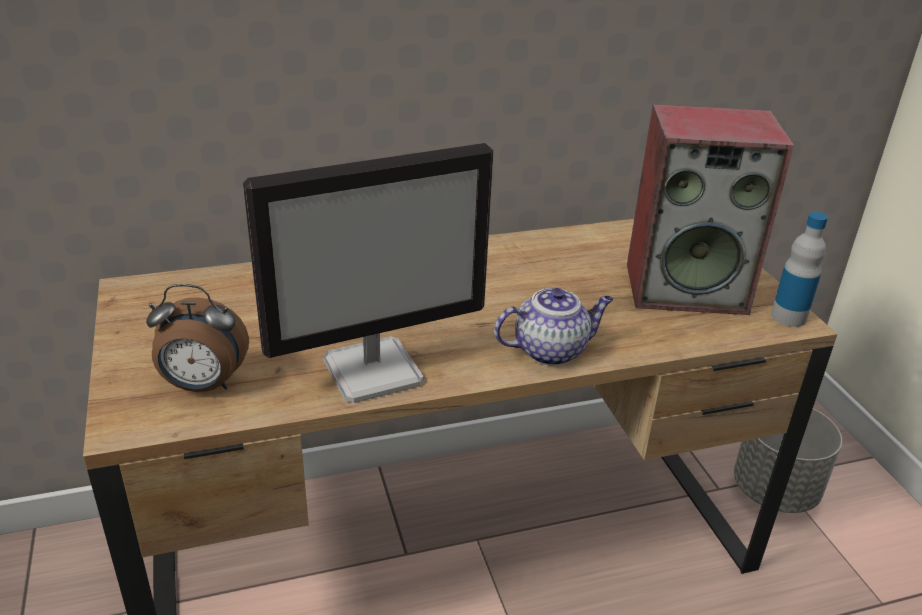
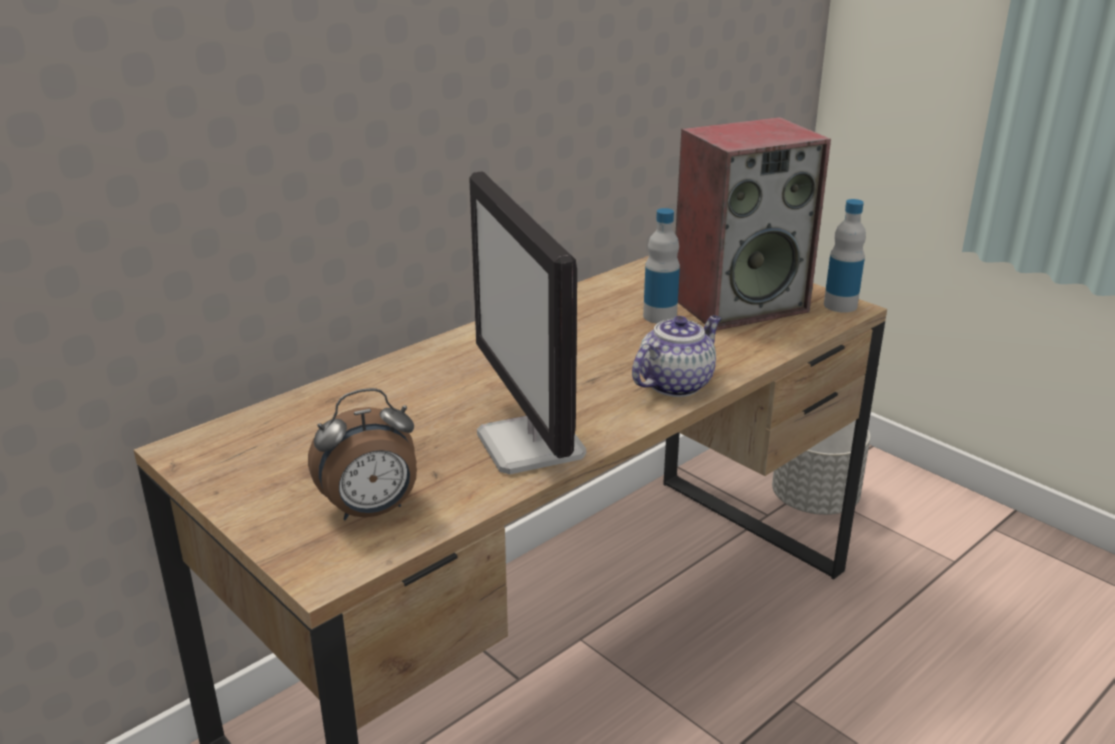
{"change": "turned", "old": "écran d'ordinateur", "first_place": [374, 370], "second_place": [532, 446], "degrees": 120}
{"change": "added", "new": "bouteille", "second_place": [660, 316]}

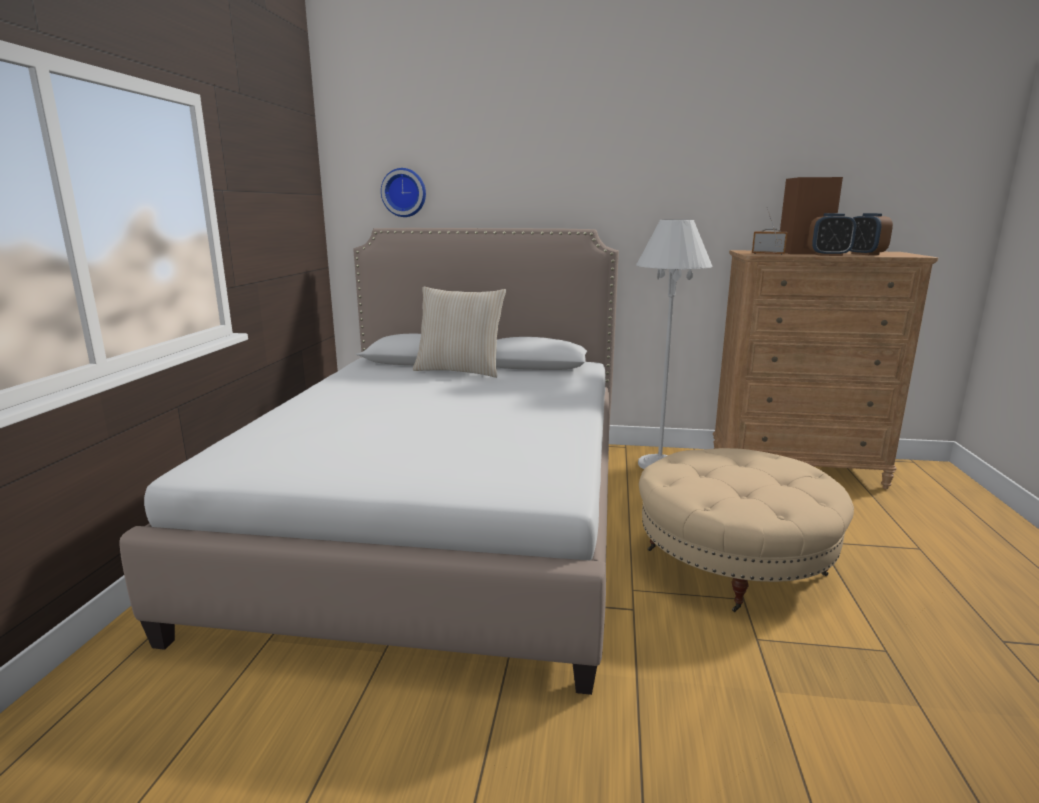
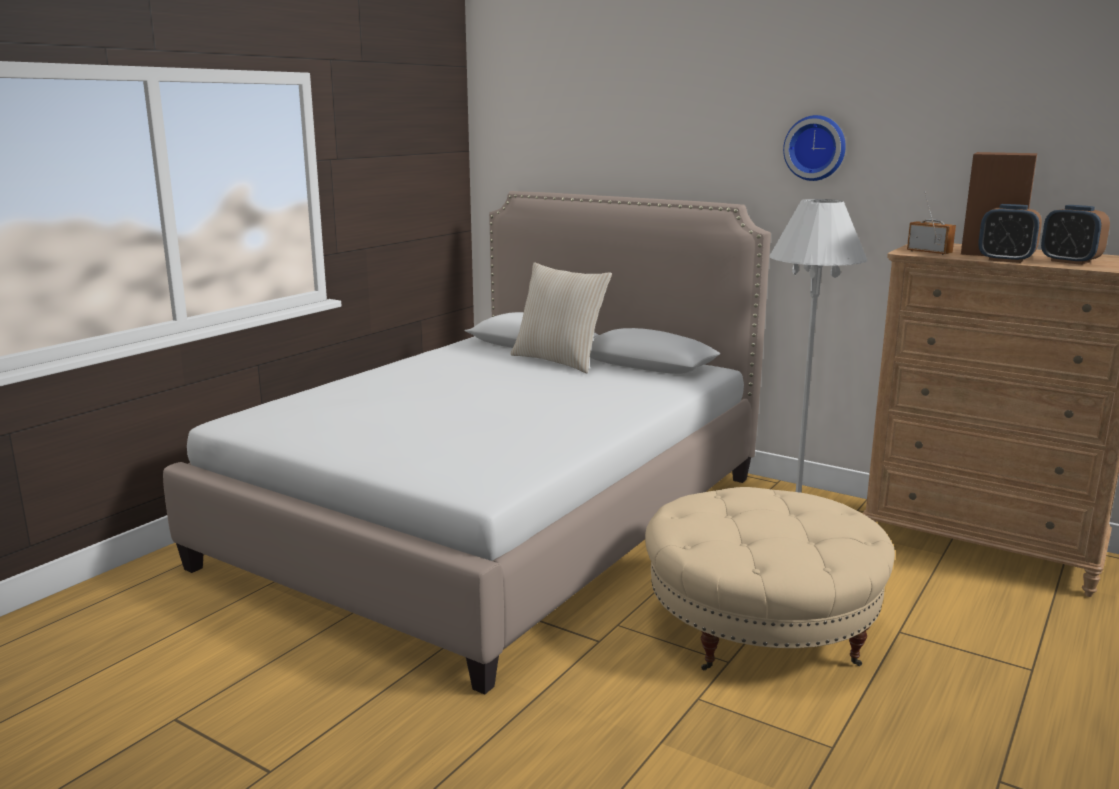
{"change": "moved", "old": "horloge murale", "first_place": [404, 192], "second_place": [816, 148]}
{"change": "turned", "old": "réveil", "first_place": [864, 254], "second_place": [1070, 261], "degrees": -45}

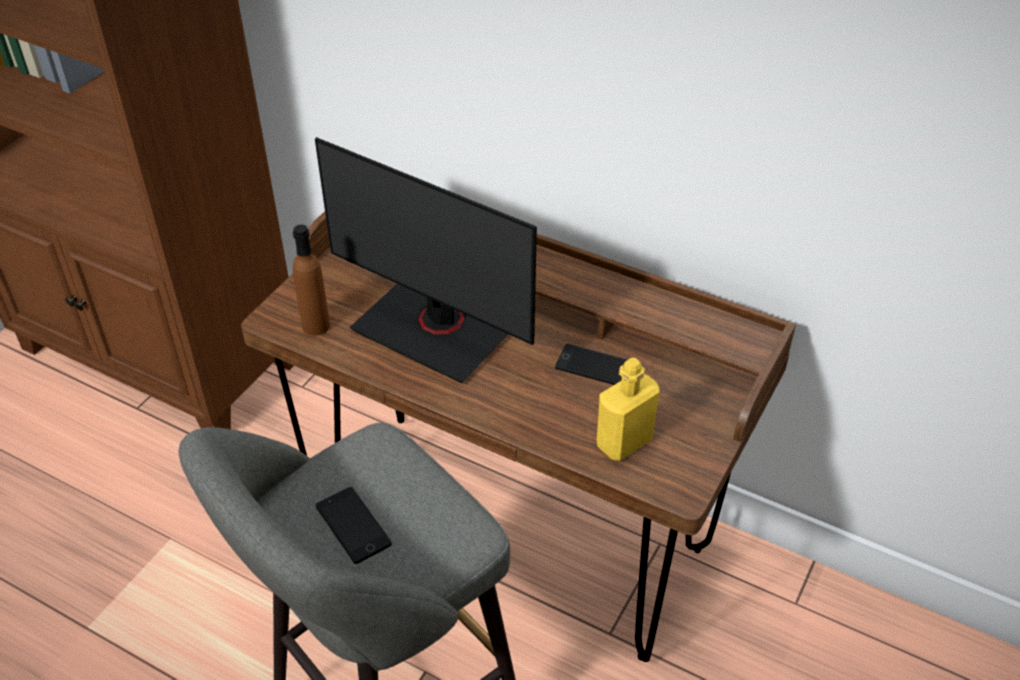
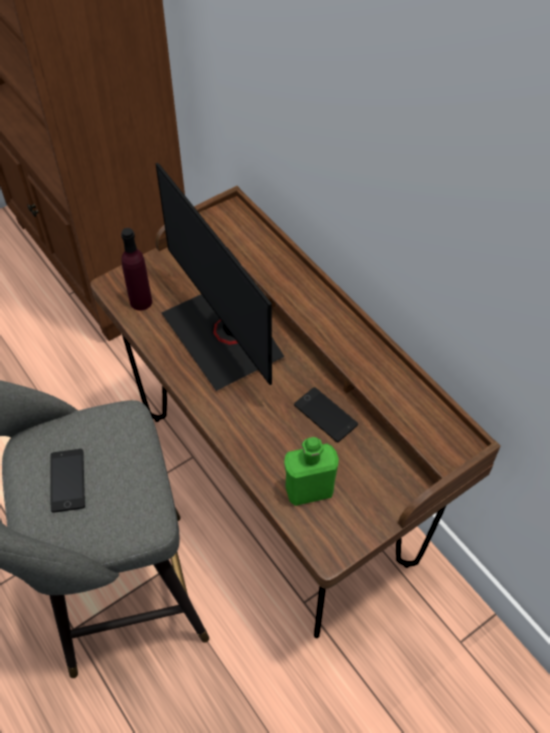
{"change": "recoloured", "old": "bouteille (marron)", "new": "bouteille (violet)", "first_place": [316, 325], "second_place": [141, 302]}
{"change": "recoloured", "old": "bouteille (jaune)", "new": "bouteille (vert)", "first_place": [624, 442], "second_place": [309, 490]}

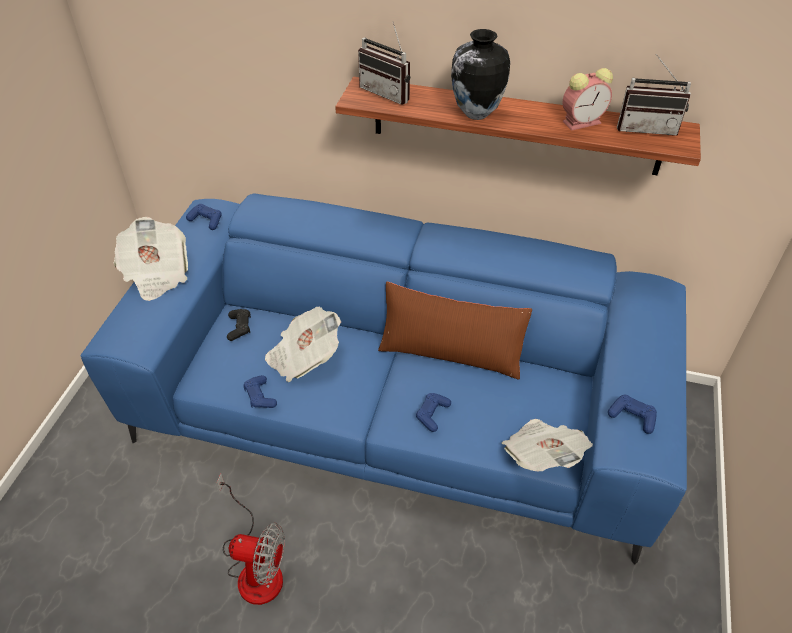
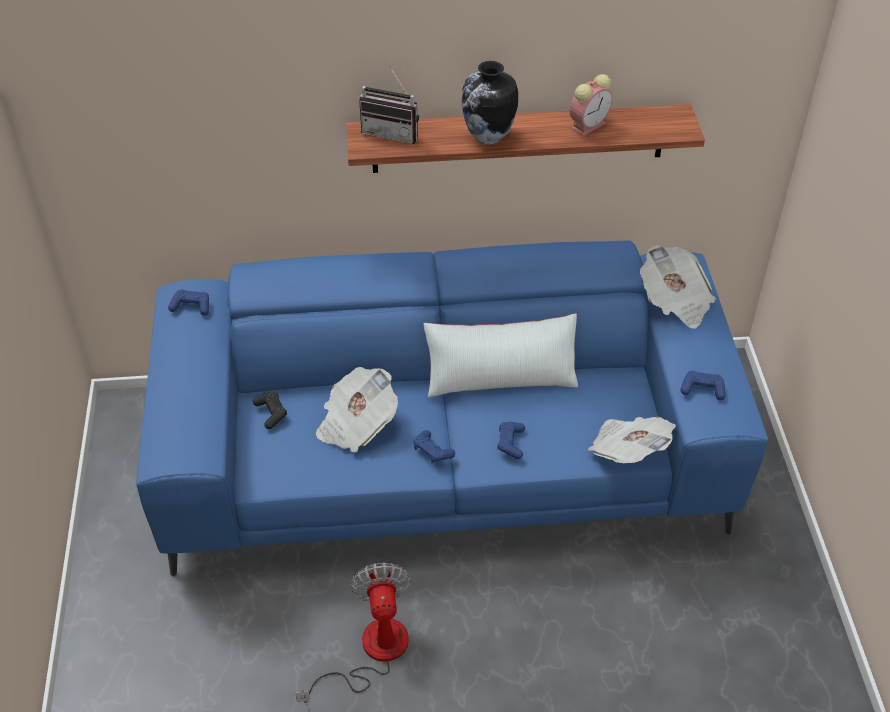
{"change": "removed", "old": "radio", "first_place": [647, 127]}
{"change": "moved", "old": "journal", "first_place": [156, 273], "second_place": [675, 301]}
{"change": "recoloured", "old": "coussin (marron)", "new": "coussin (blanc)", "first_place": [451, 352], "second_place": [500, 379]}
{"change": "moved", "old": "manette (bleu)", "first_place": [260, 396], "second_place": [432, 451]}
{"change": "turned", "old": "ventilateur", "first_place": [255, 567], "second_place": [371, 652], "degrees": -90}

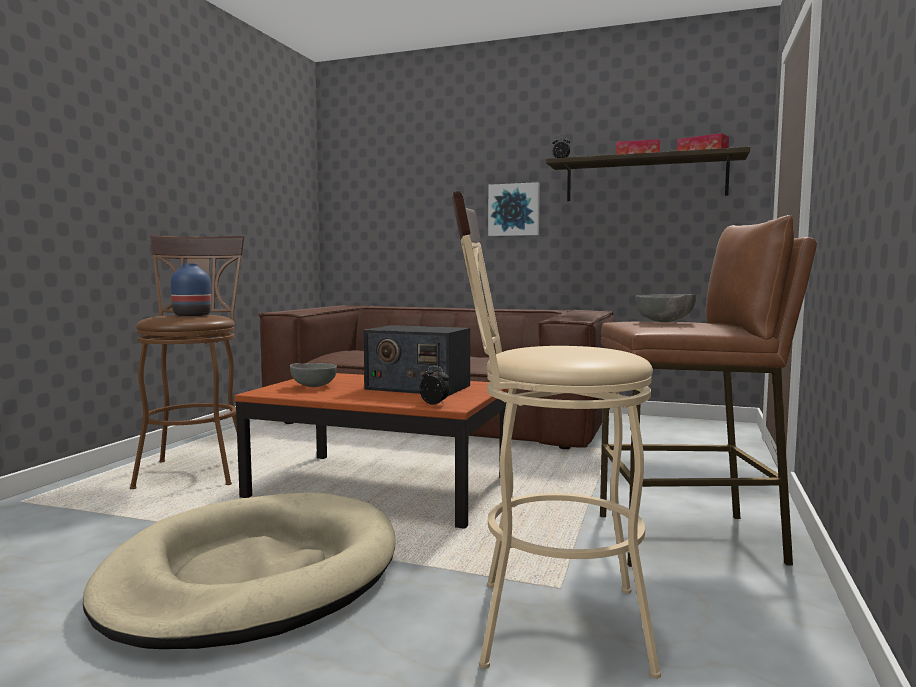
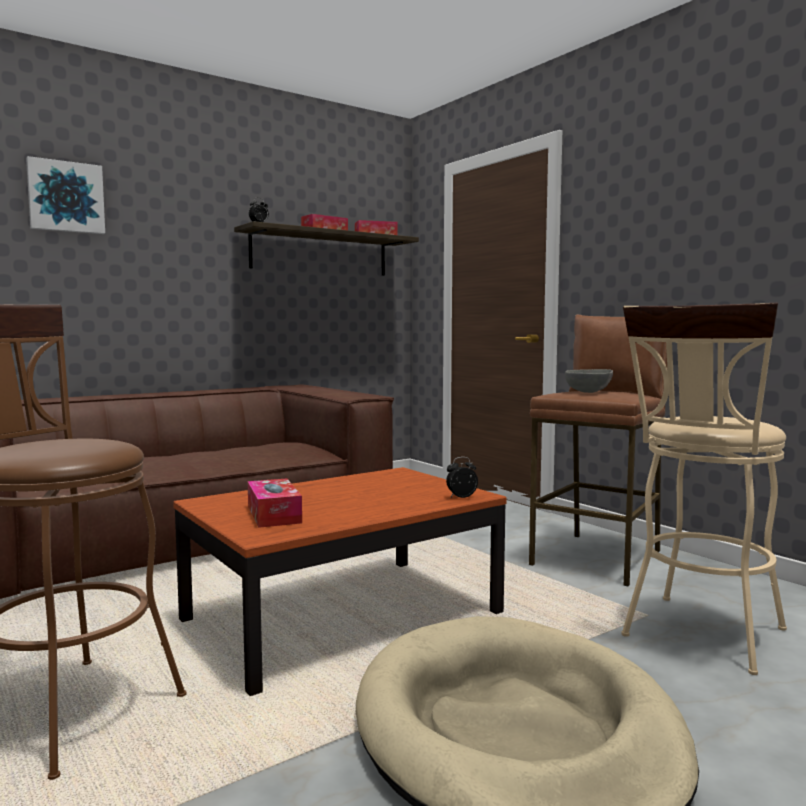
{"change": "moved", "old": "tableau", "first_place": [514, 210], "second_place": [66, 197]}
{"change": "removed", "old": "vase (bleu)", "first_place": [192, 315]}
{"change": "removed", "old": "radio", "first_place": [417, 387]}
{"change": "replaced", "old": "bol (gris)", "new": "boîte à mouchoirs", "first_place": [313, 386], "second_place": [274, 514]}

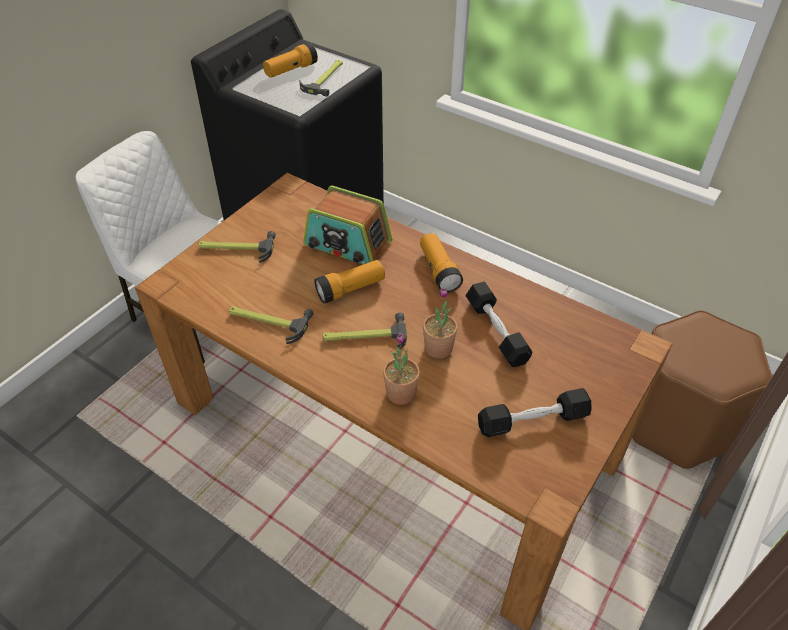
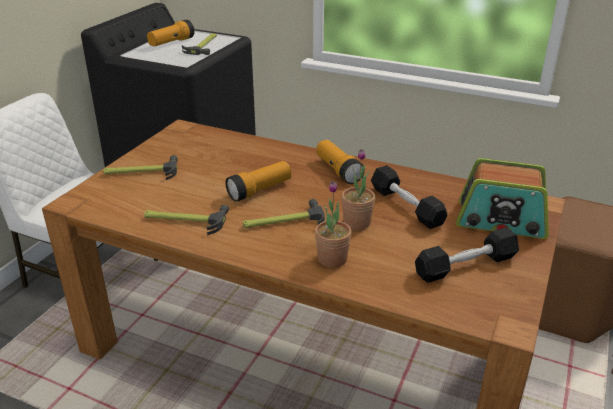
{"change": "moved", "old": "radio", "first_place": [347, 244], "second_place": [501, 220]}

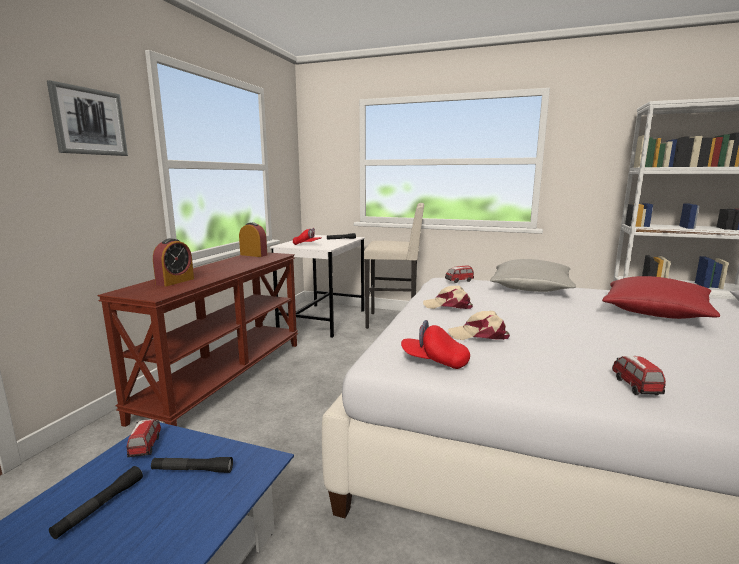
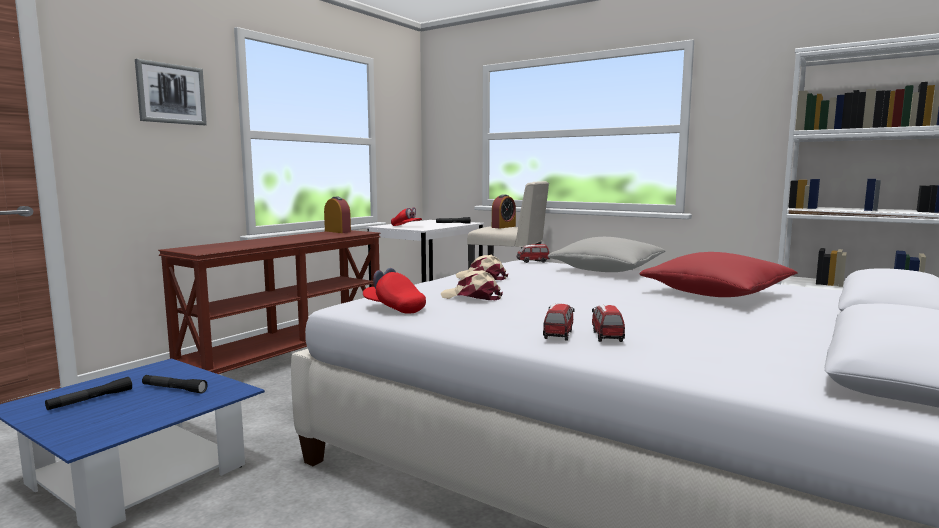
{"change": "moved", "old": "réveil", "first_place": [175, 281], "second_place": [503, 227]}
{"change": "moved", "old": "petite voiture", "first_place": [145, 446], "second_place": [606, 336]}

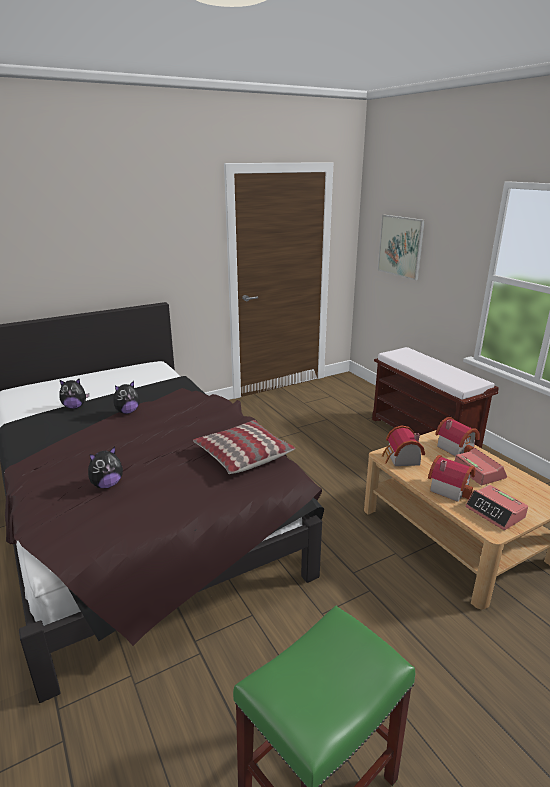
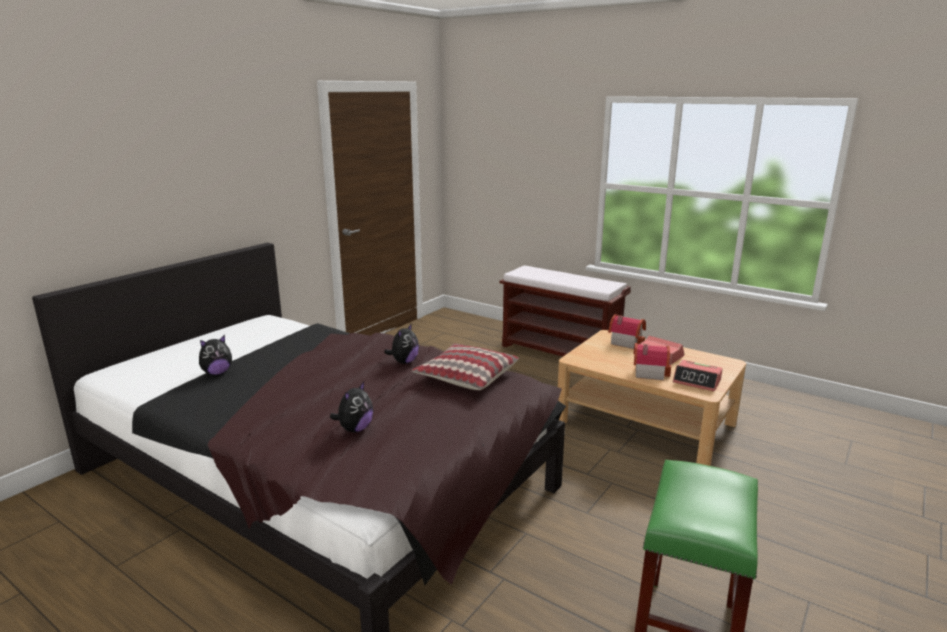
{"change": "removed", "old": "tableau", "first_place": [400, 246]}
{"change": "moved", "old": "peluche", "first_place": [127, 412], "second_place": [404, 362]}
{"change": "removed", "old": "maison miniature", "first_place": [401, 459]}

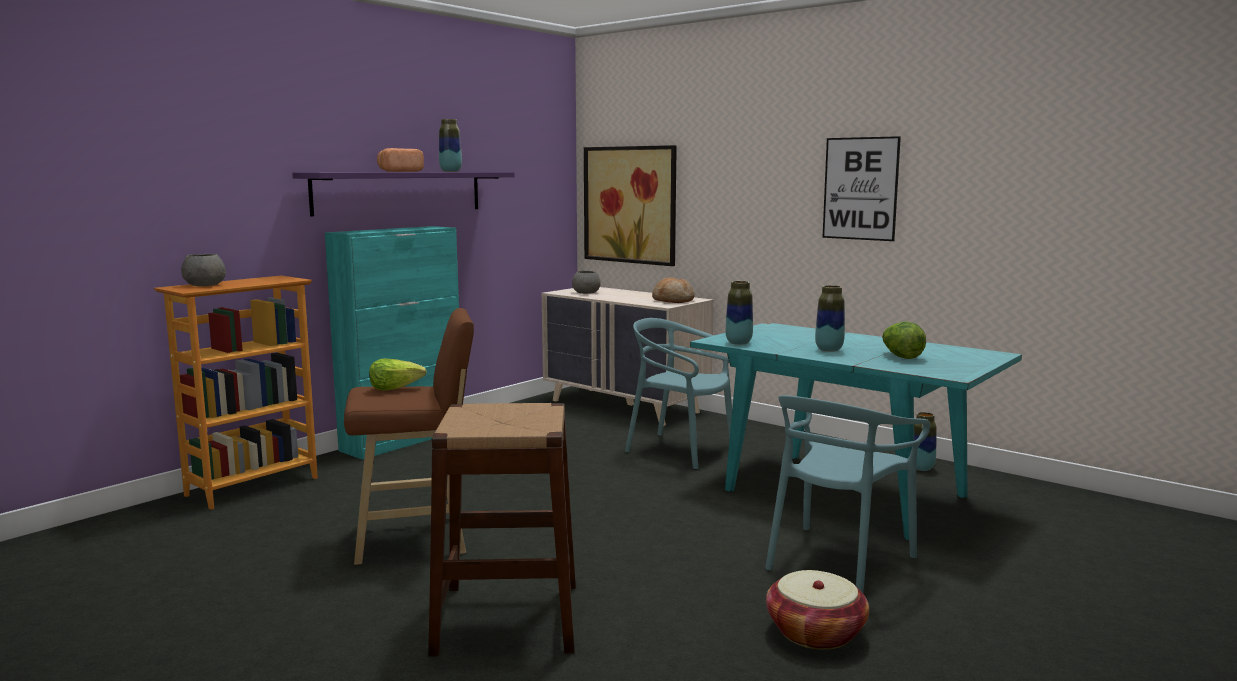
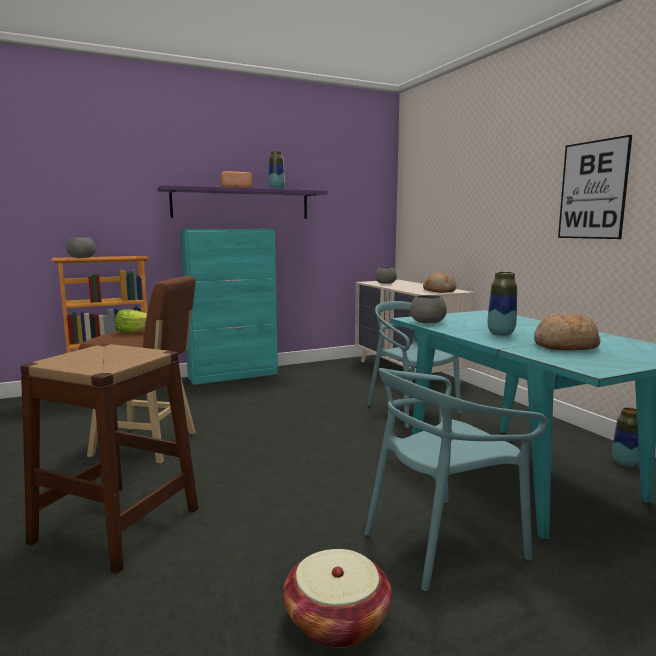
{"change": "removed", "old": "tableau", "first_place": [630, 204]}
{"change": "replaced", "old": "vase", "new": "bol (gris)", "first_place": [738, 343], "second_place": [428, 322]}
{"change": "replaced", "old": "laitue", "new": "pain", "first_place": [901, 357], "second_place": [565, 346]}

